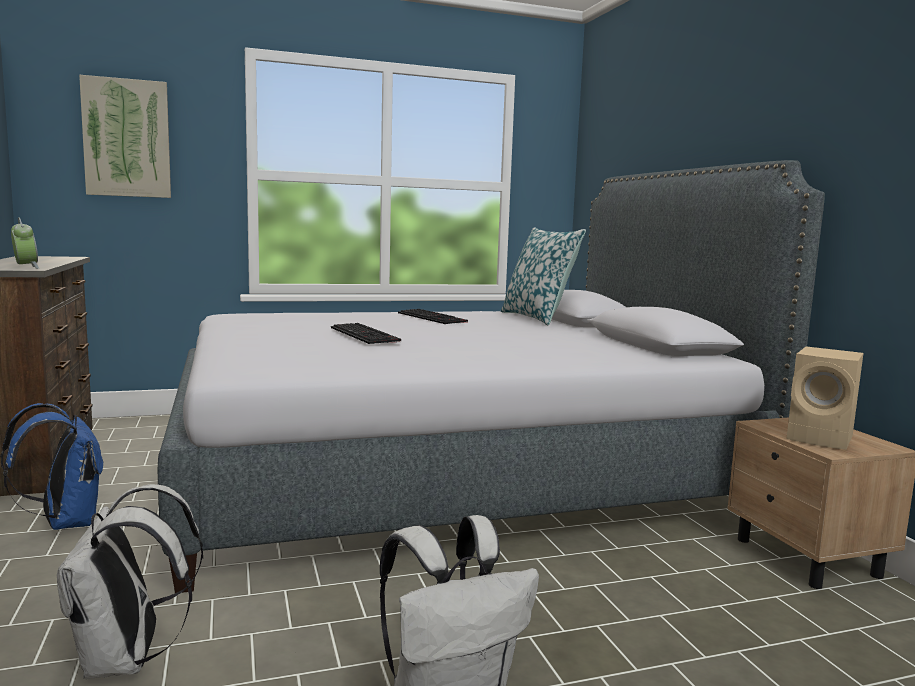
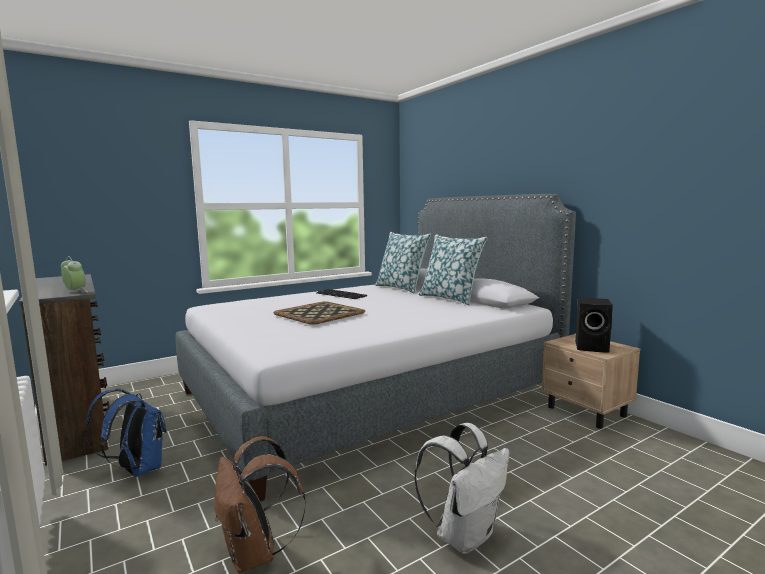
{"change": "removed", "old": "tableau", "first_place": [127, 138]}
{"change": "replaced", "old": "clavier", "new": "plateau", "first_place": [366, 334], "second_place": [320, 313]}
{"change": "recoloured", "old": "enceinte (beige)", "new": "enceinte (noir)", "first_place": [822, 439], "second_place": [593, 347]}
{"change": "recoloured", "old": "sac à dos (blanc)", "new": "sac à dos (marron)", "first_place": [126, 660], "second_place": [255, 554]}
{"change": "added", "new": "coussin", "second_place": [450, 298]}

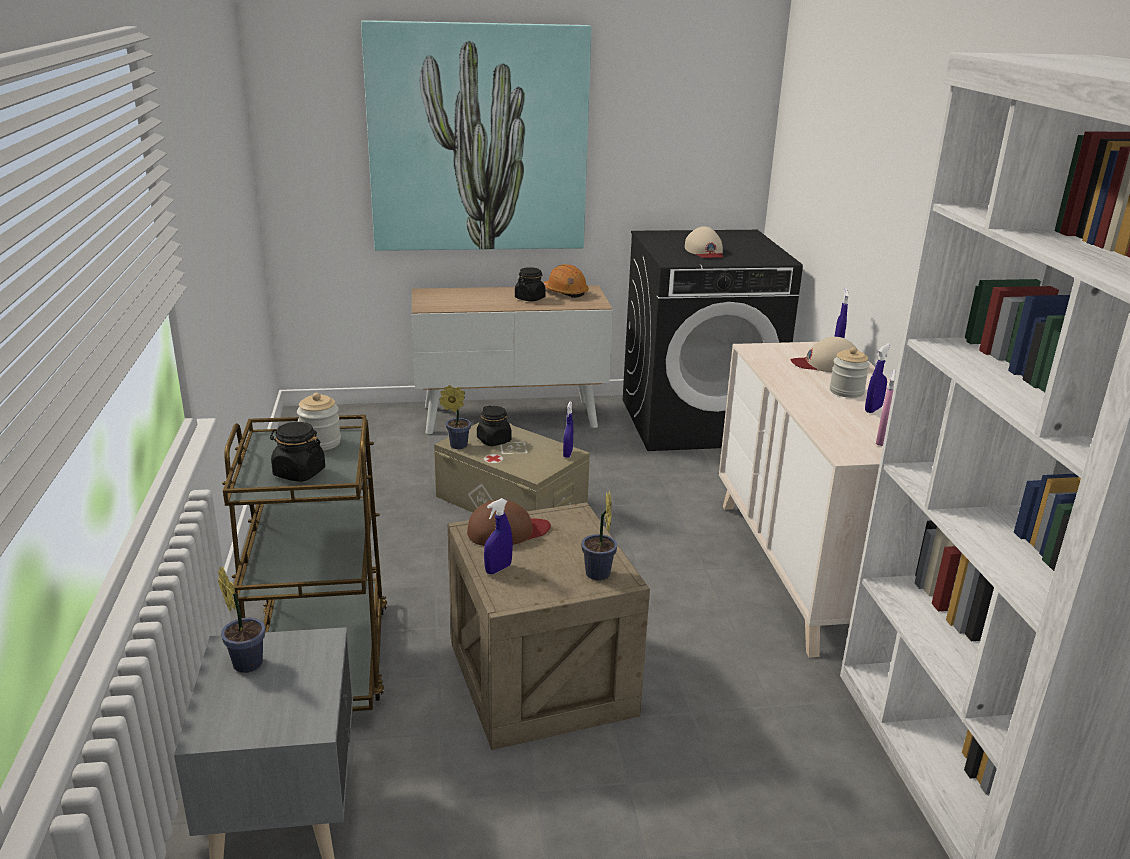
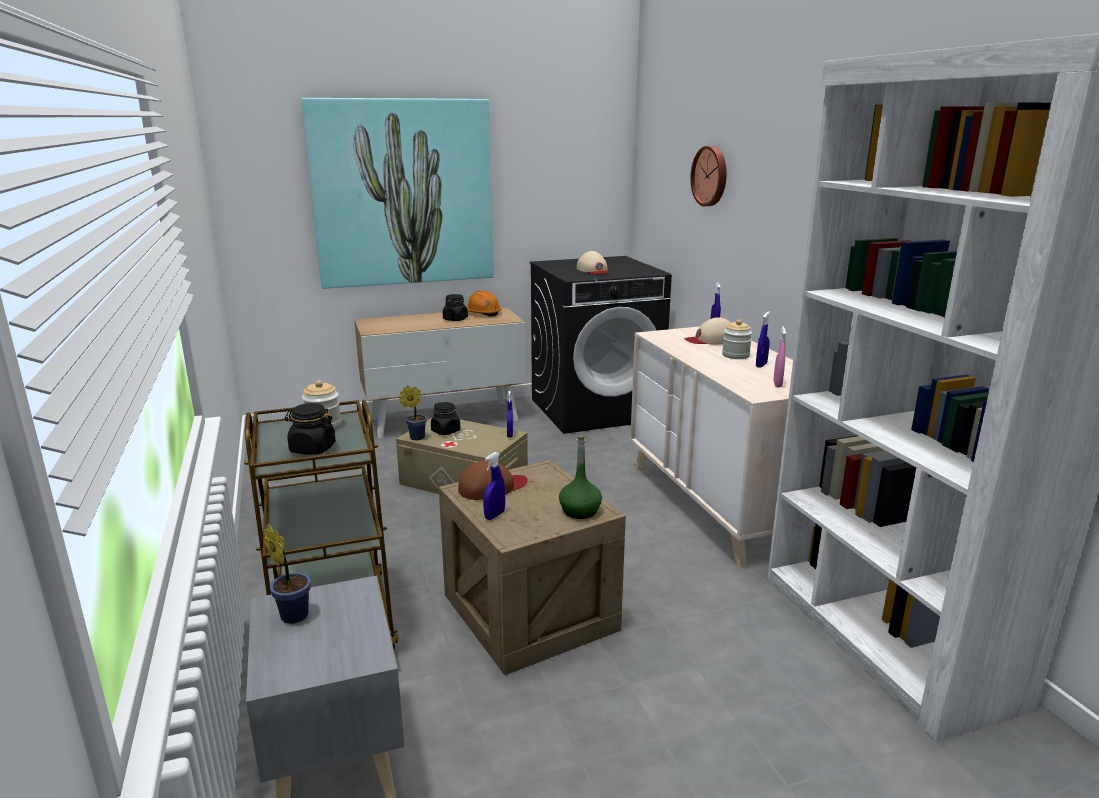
{"change": "replaced", "old": "plante en pot", "new": "bouteille (vert)", "first_place": [598, 576], "second_place": [579, 511]}
{"change": "added", "new": "horloge murale", "second_place": [711, 176]}

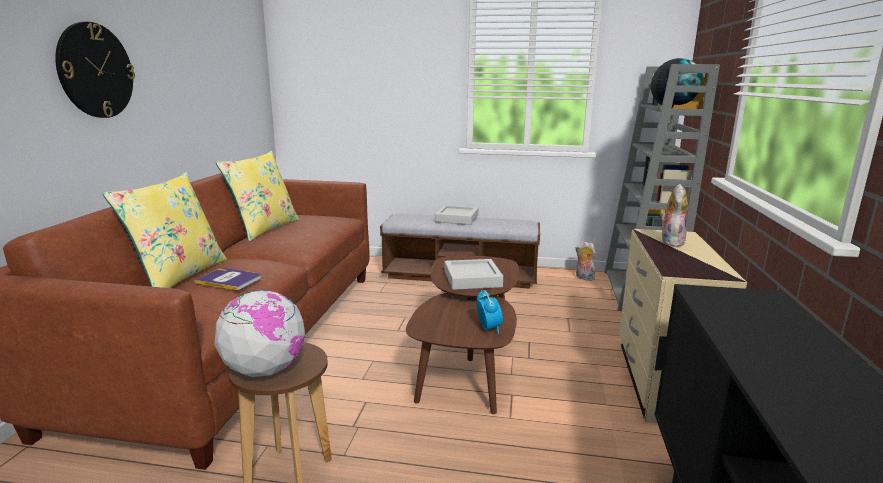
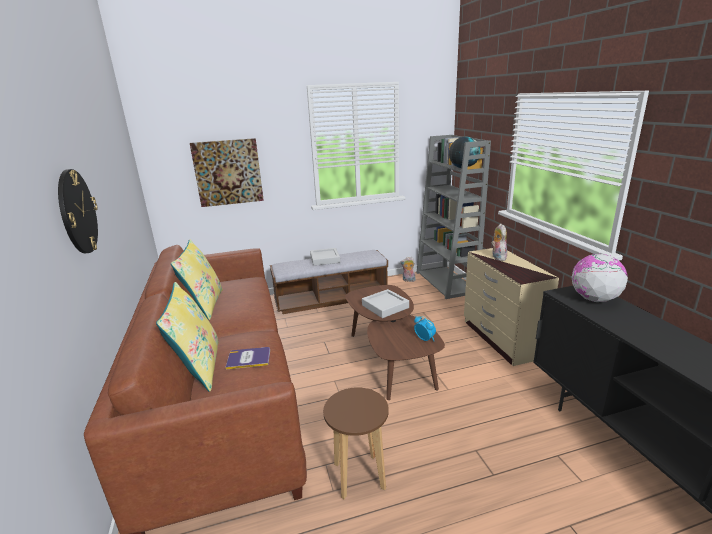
{"change": "moved", "old": "globe", "first_place": [264, 370], "second_place": [594, 299]}
{"change": "added", "new": "tableau", "second_place": [228, 172]}

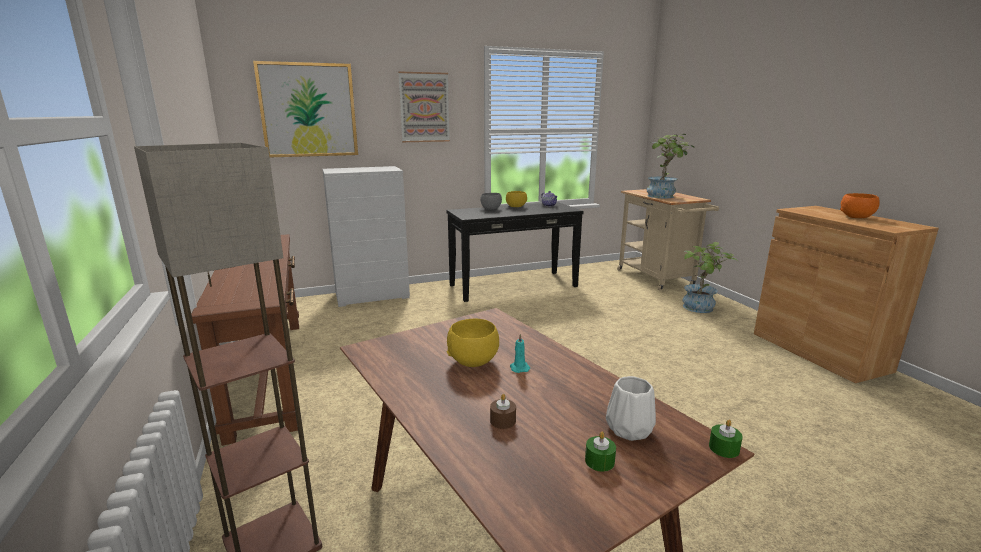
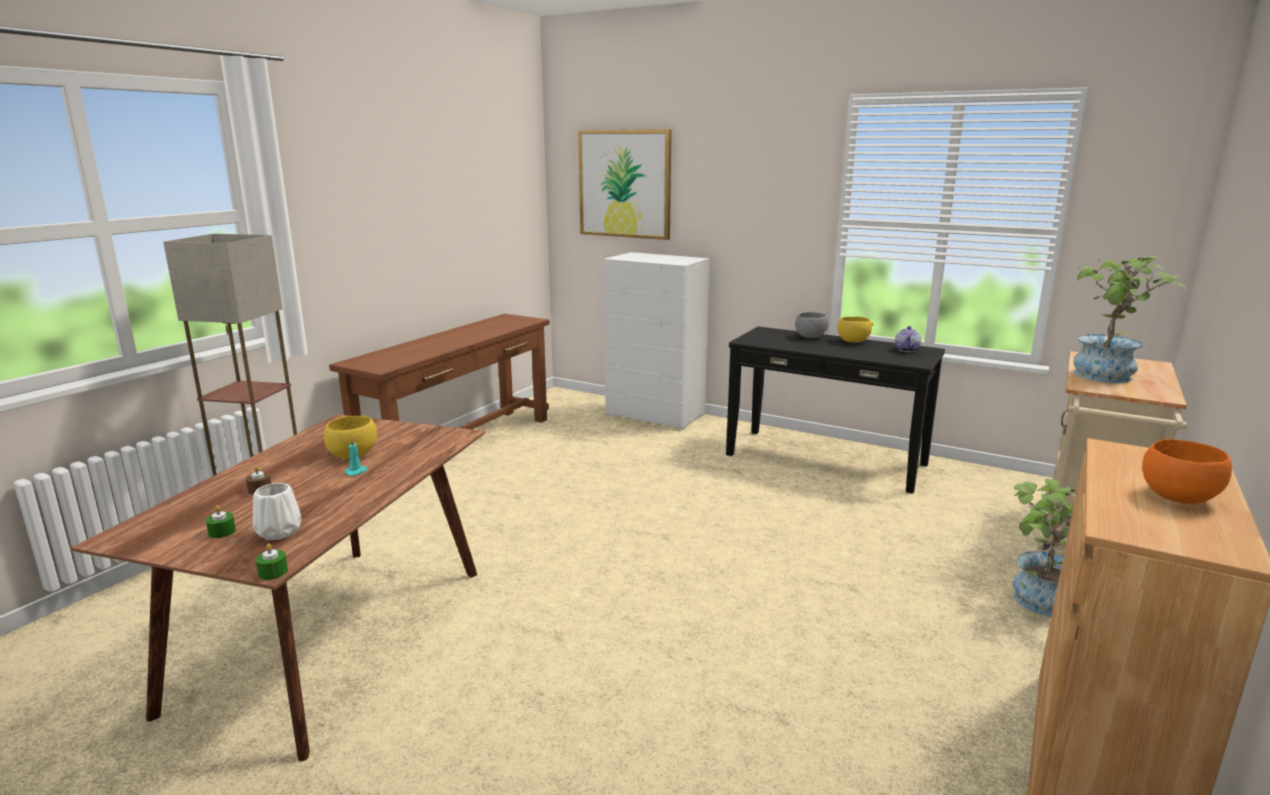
{"change": "removed", "old": "tableau", "first_place": [424, 107]}

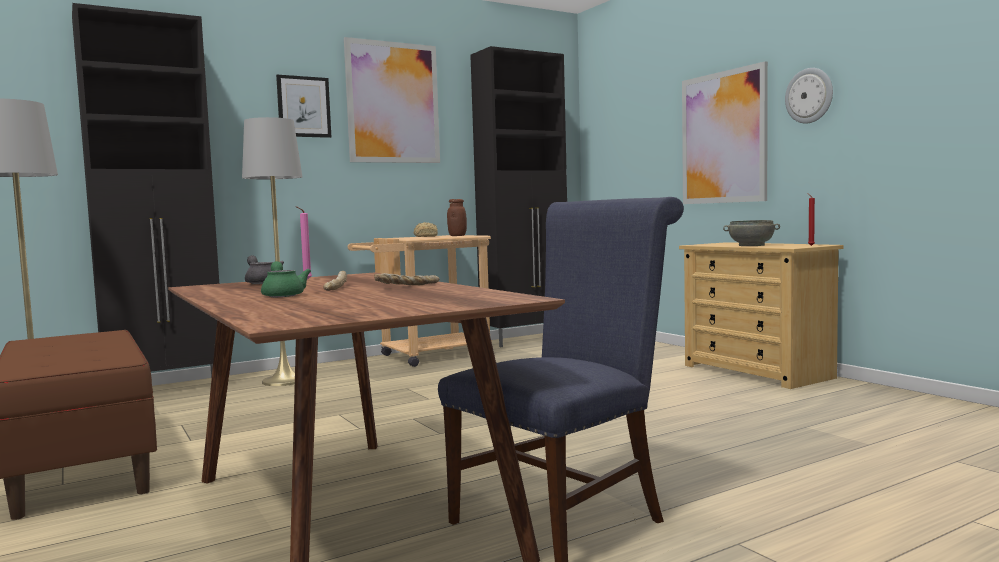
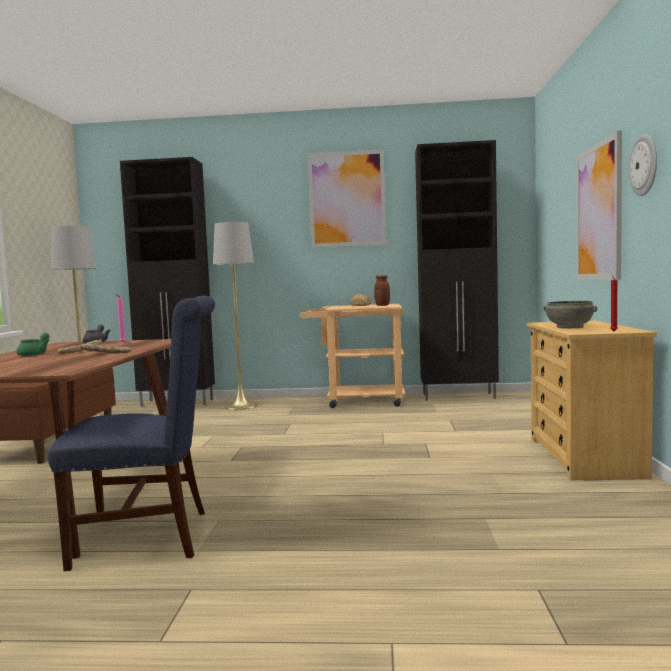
{"change": "removed", "old": "tableau", "first_place": [304, 107]}

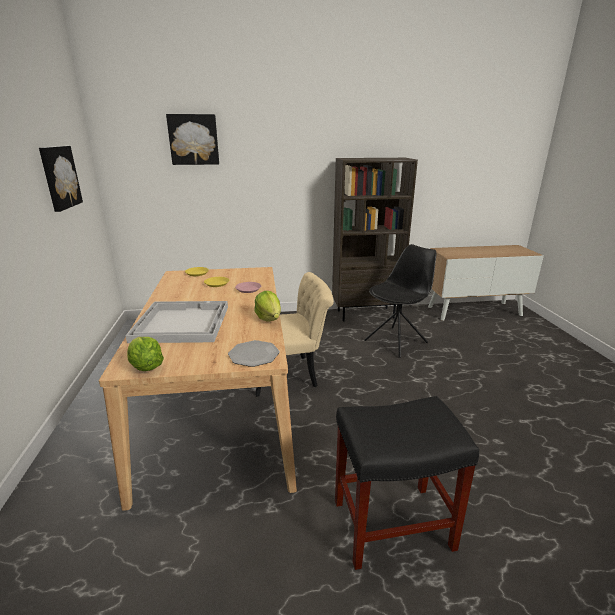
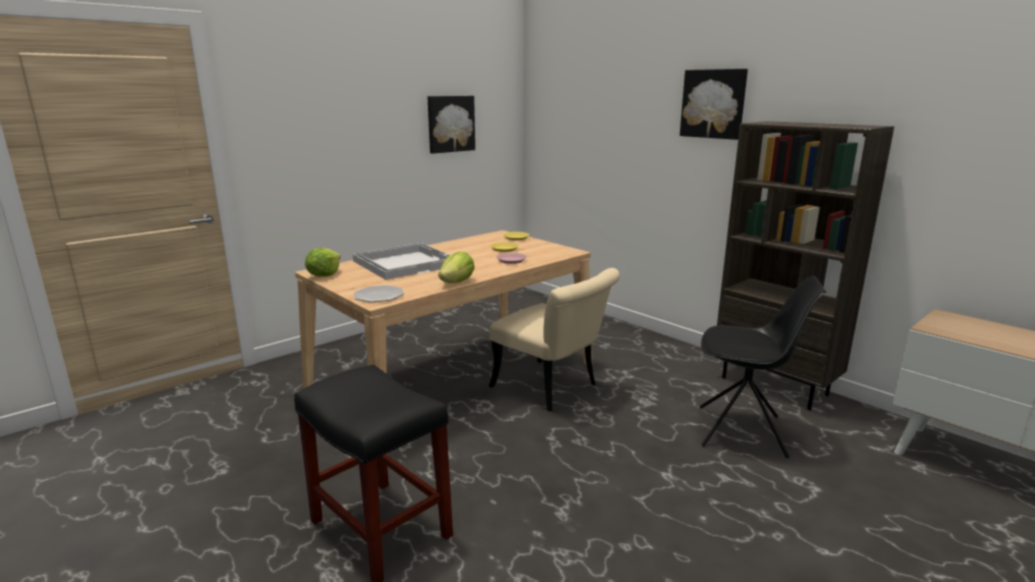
{"change": "moved", "old": "tableau", "first_place": [193, 139], "second_place": [713, 104]}

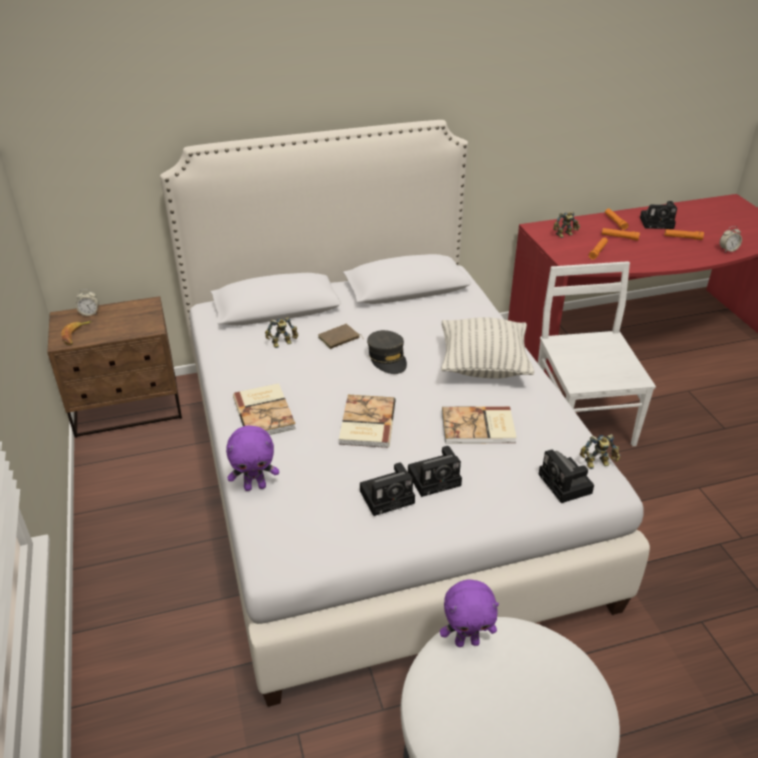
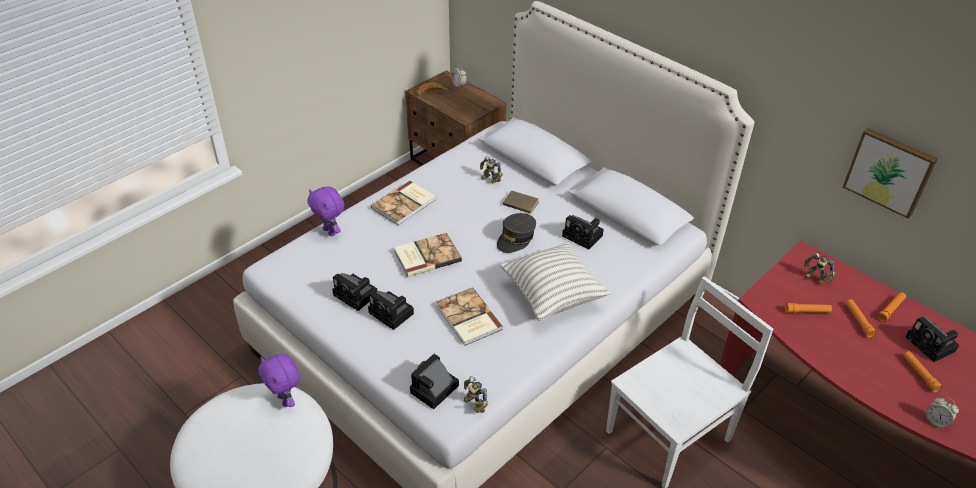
{"change": "added", "new": "tableau", "second_place": [889, 171]}
{"change": "added", "new": "appareil photo", "second_place": [584, 236]}

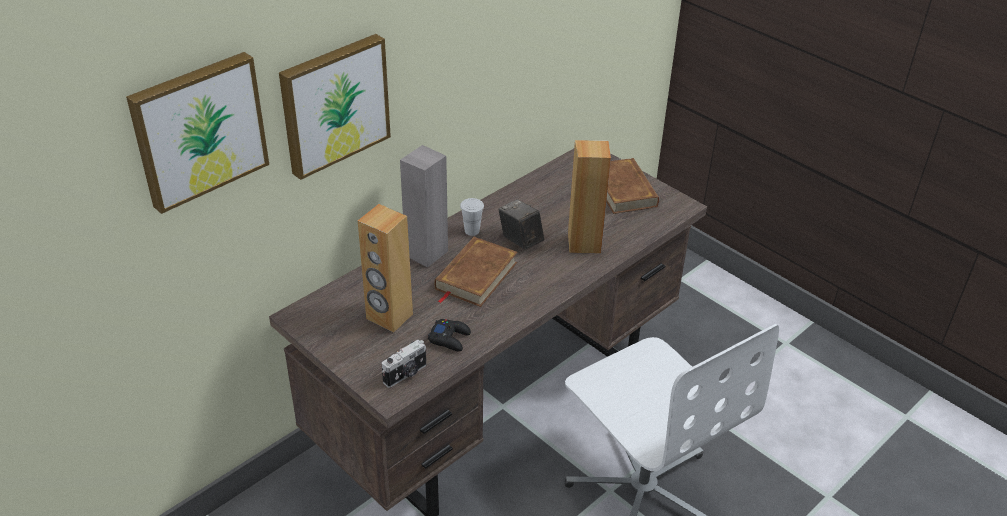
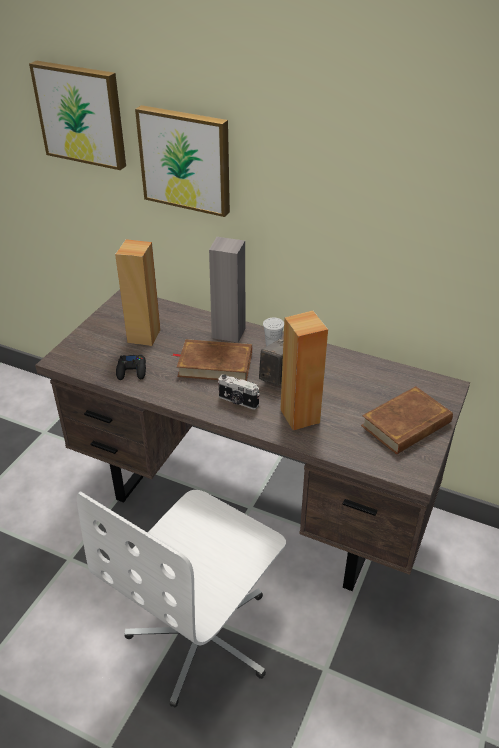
{"change": "moved", "old": "appareil photo", "first_place": [406, 374], "second_place": [238, 401]}

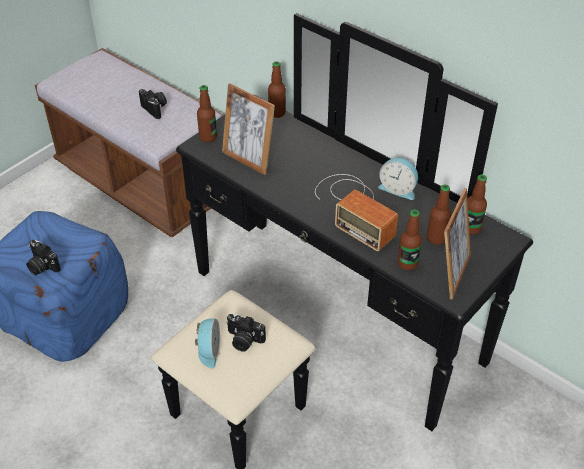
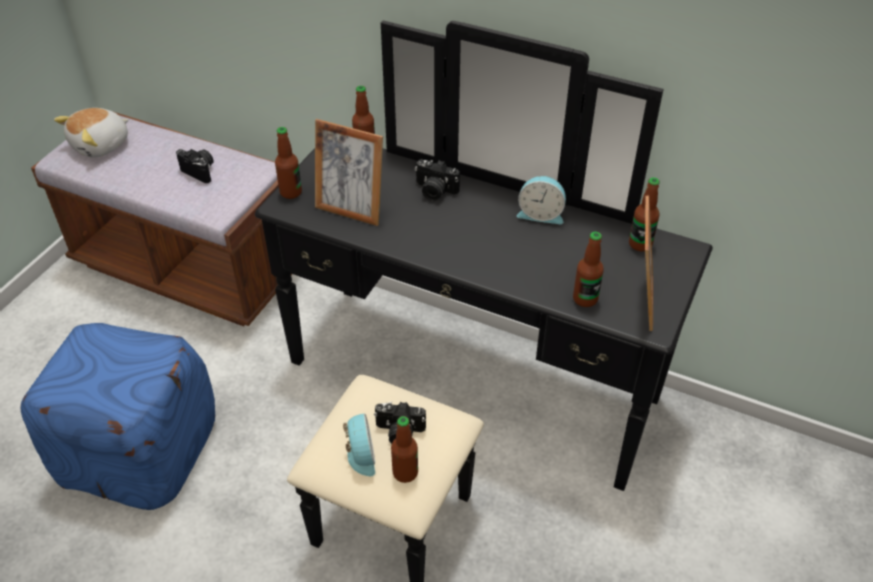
{"change": "removed", "old": "radio", "first_place": [354, 208]}
{"change": "moved", "old": "bouteille", "first_place": [436, 238], "second_place": [405, 473]}
{"change": "moved", "old": "appareil photo", "first_place": [42, 266], "second_place": [434, 191]}
{"change": "added", "new": "peluche", "second_place": [101, 145]}

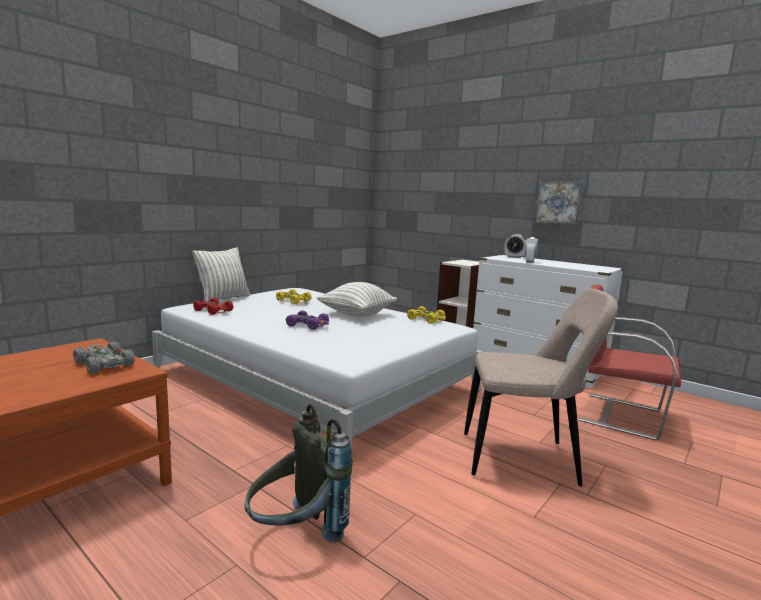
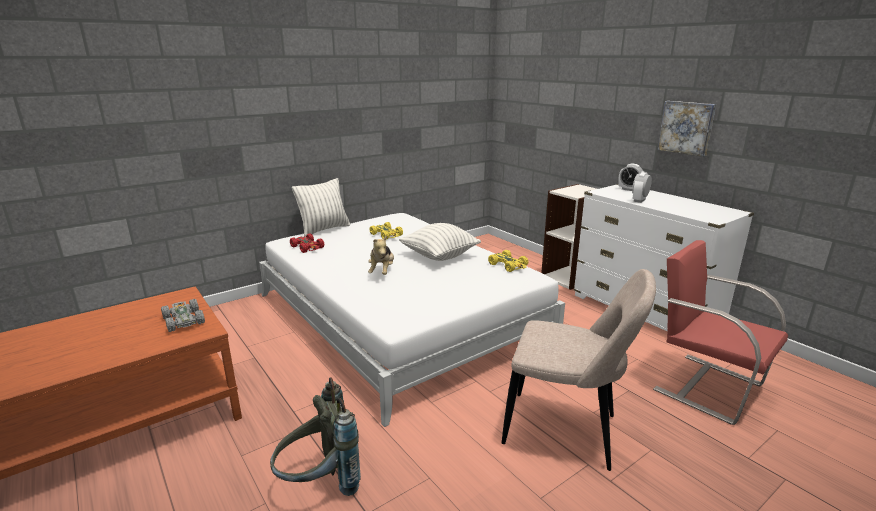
{"change": "replaced", "old": "petite voiture (violet)", "new": "peluche", "first_place": [308, 325], "second_place": [382, 271]}

